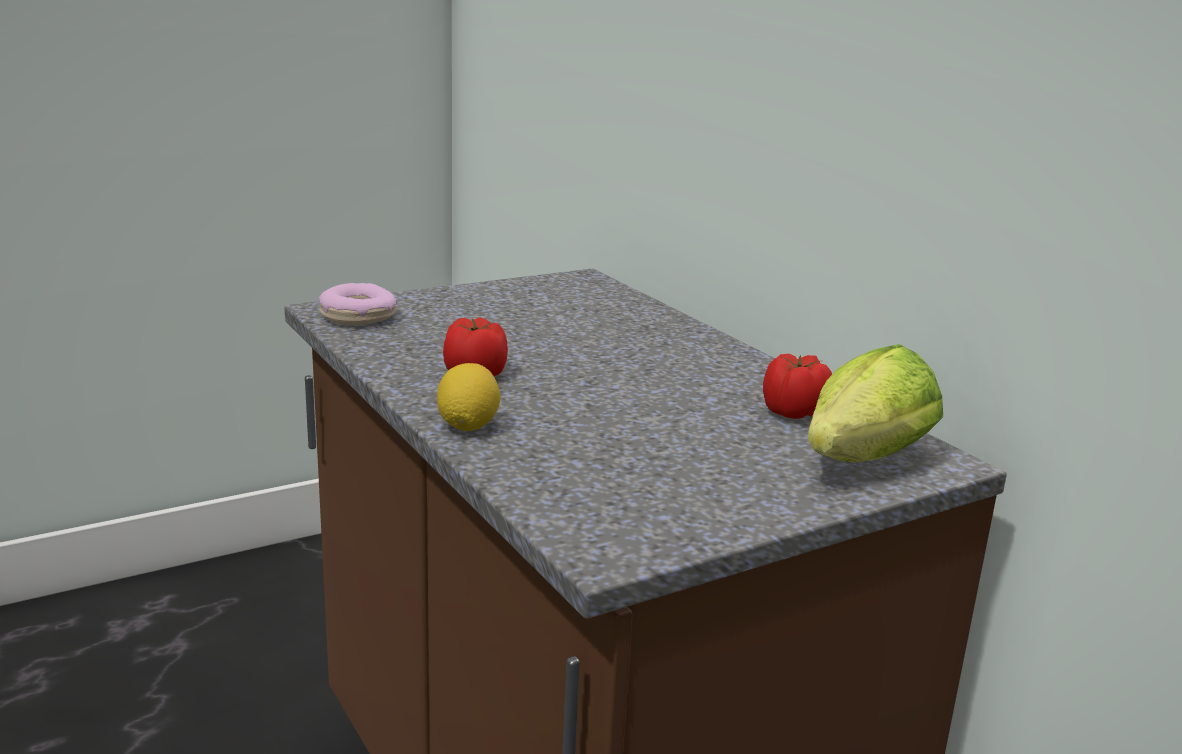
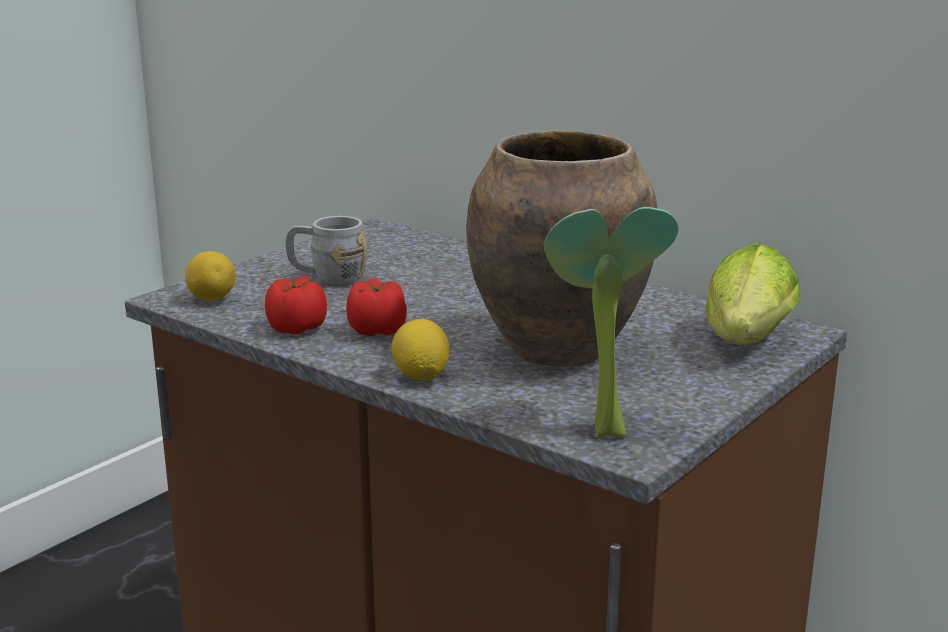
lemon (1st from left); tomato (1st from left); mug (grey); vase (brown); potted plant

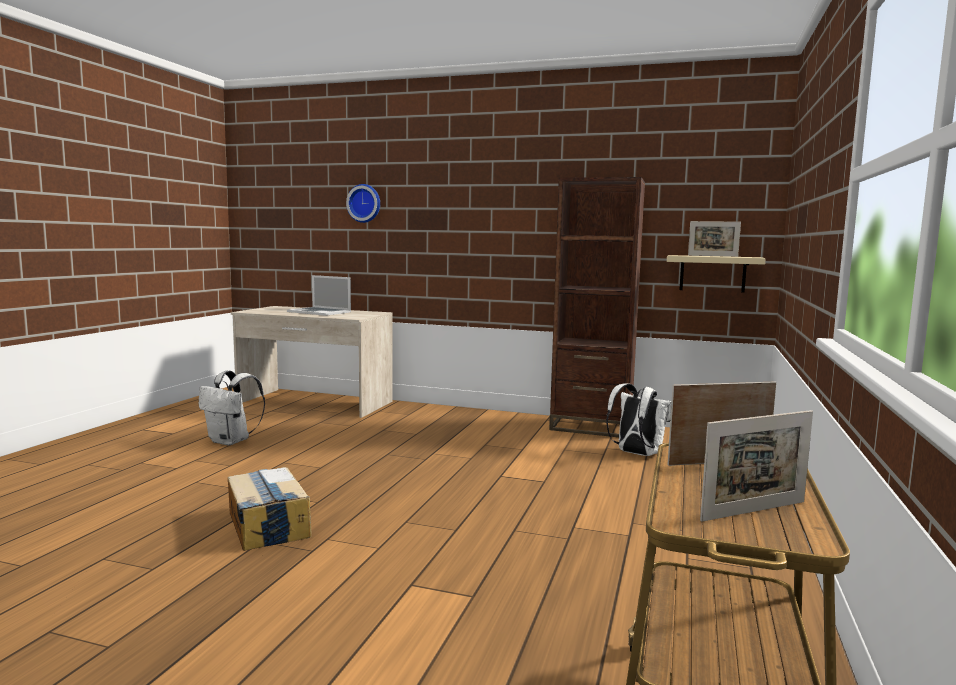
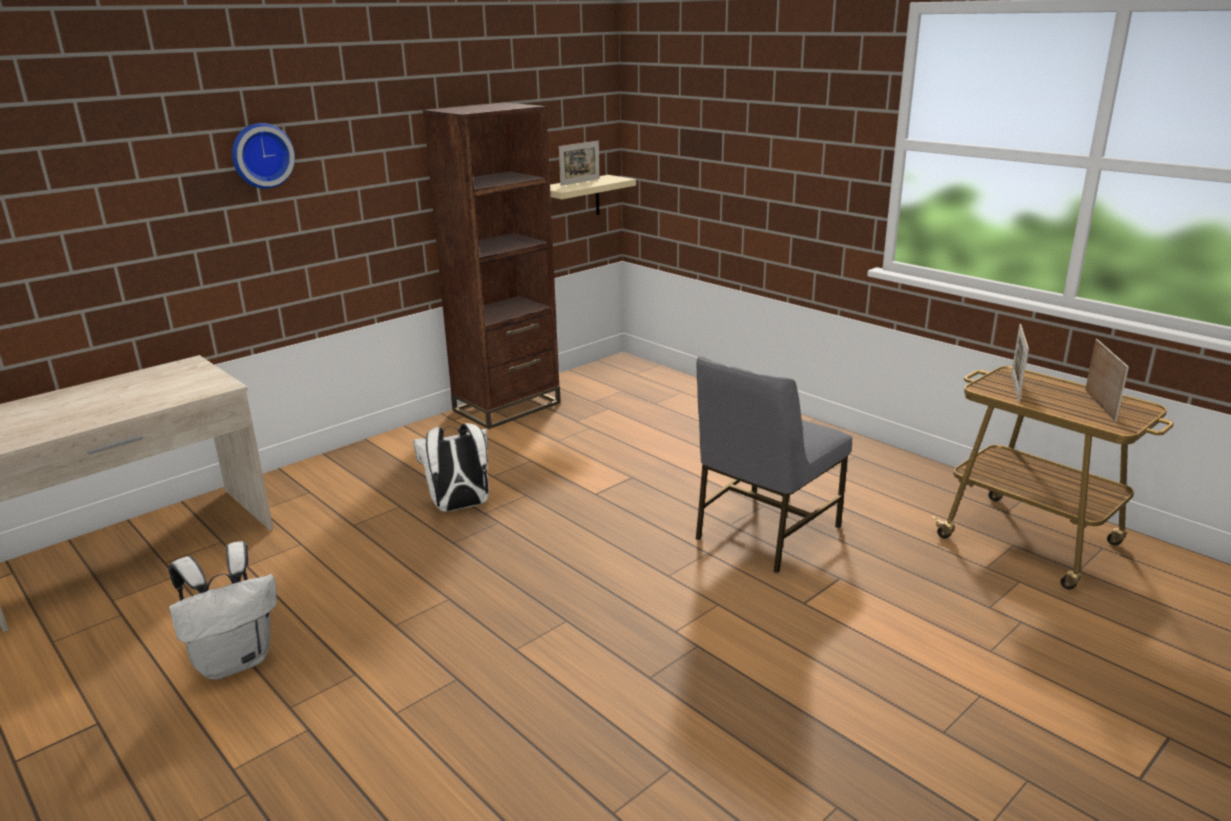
cardboard box; laptop; wall clock; backpack (white) (2nd from left); chair (grey)

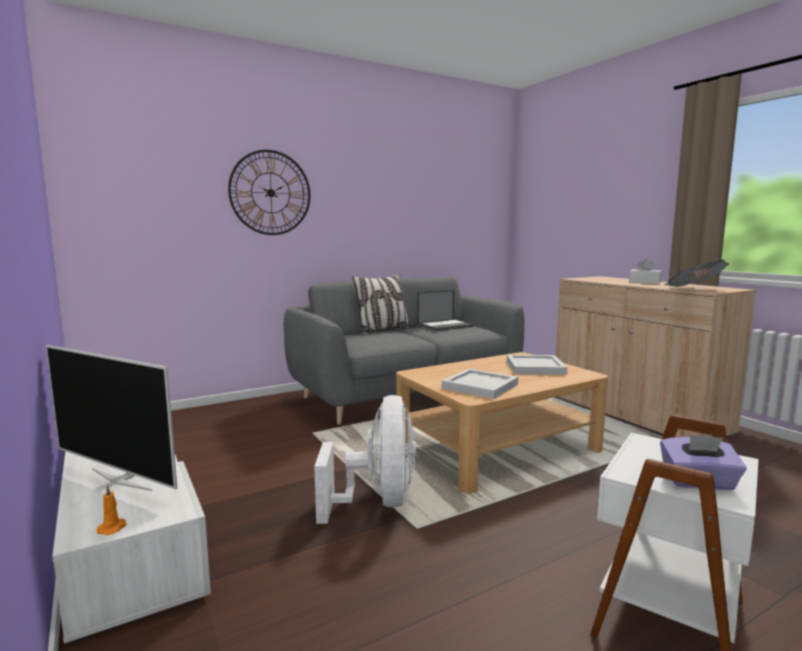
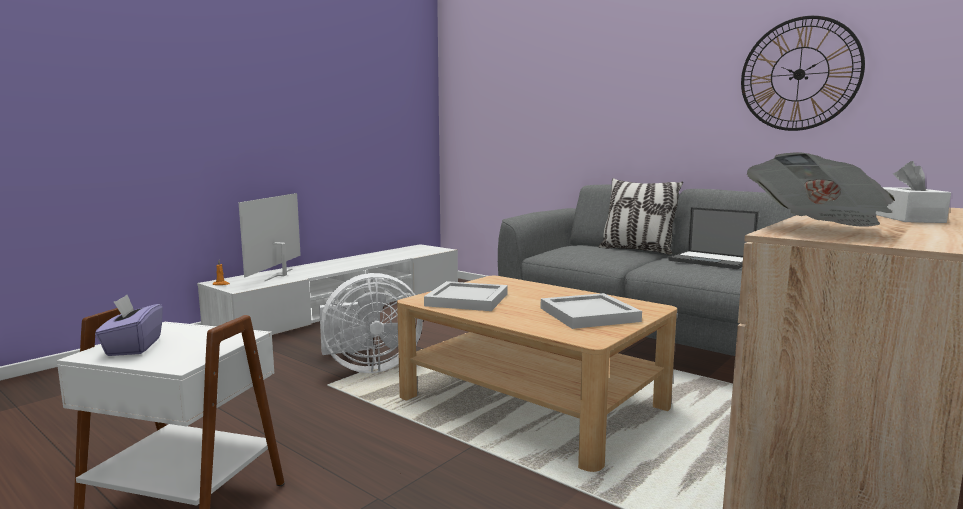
wall clock

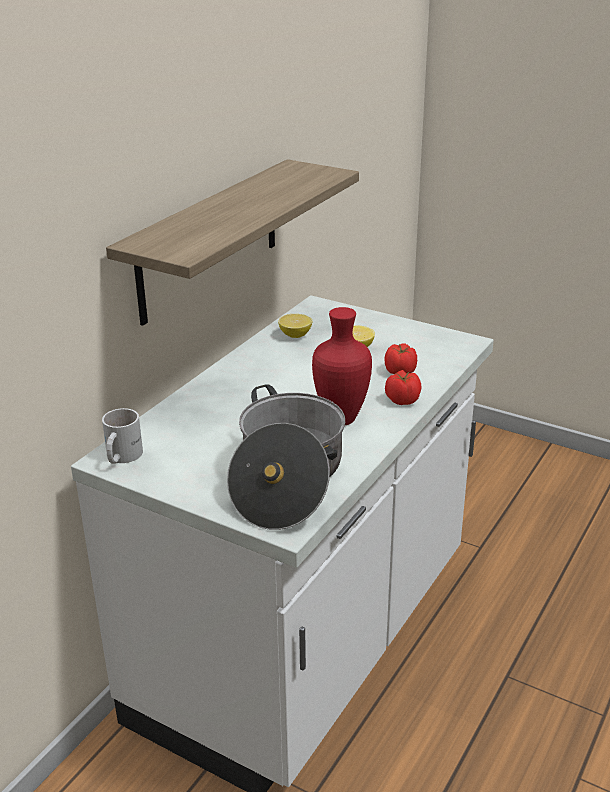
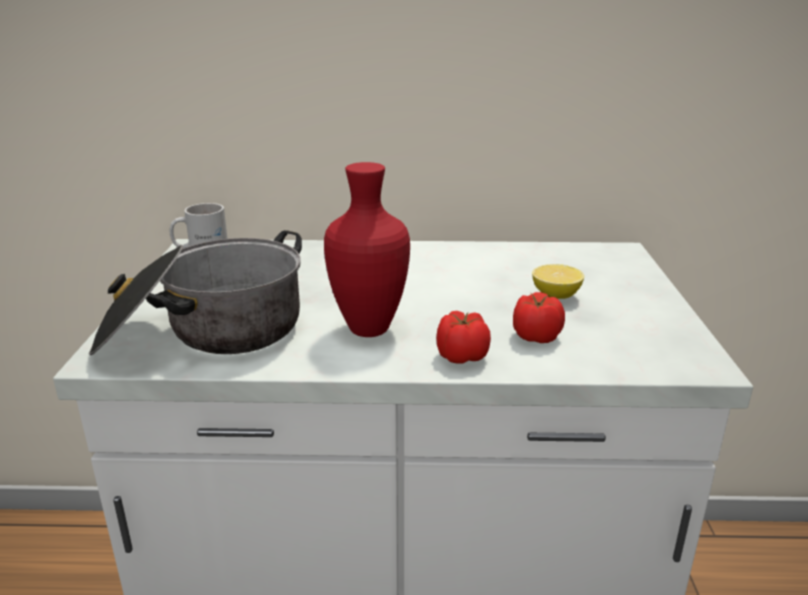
shelf; lemon (1st from left in the first image)

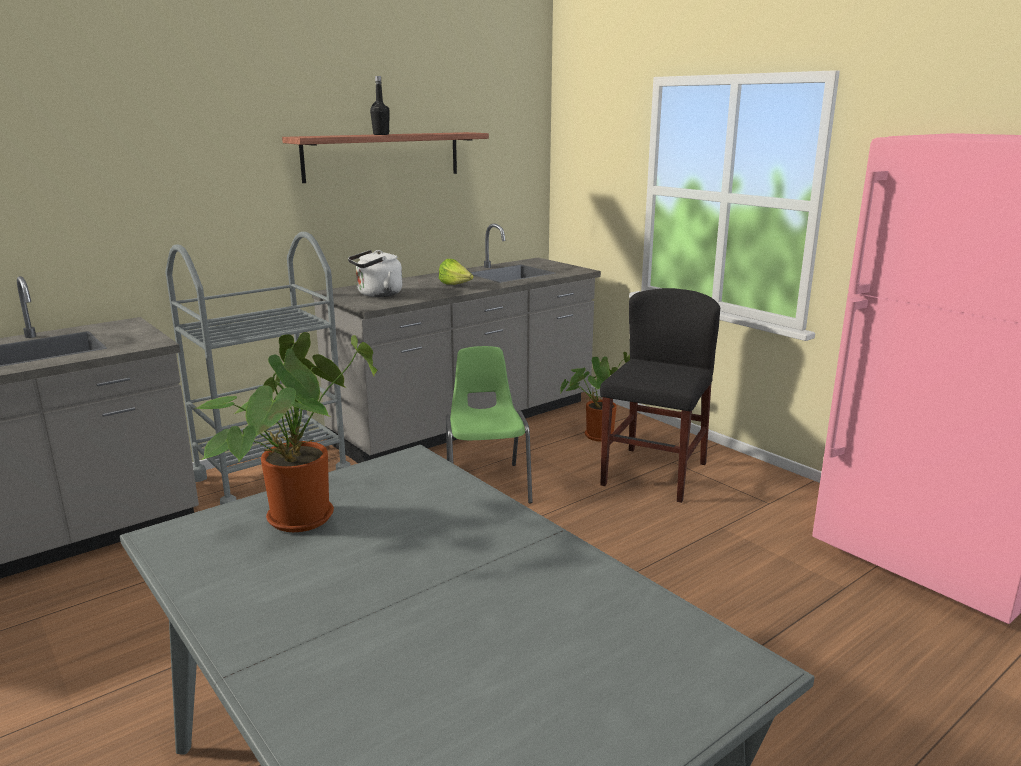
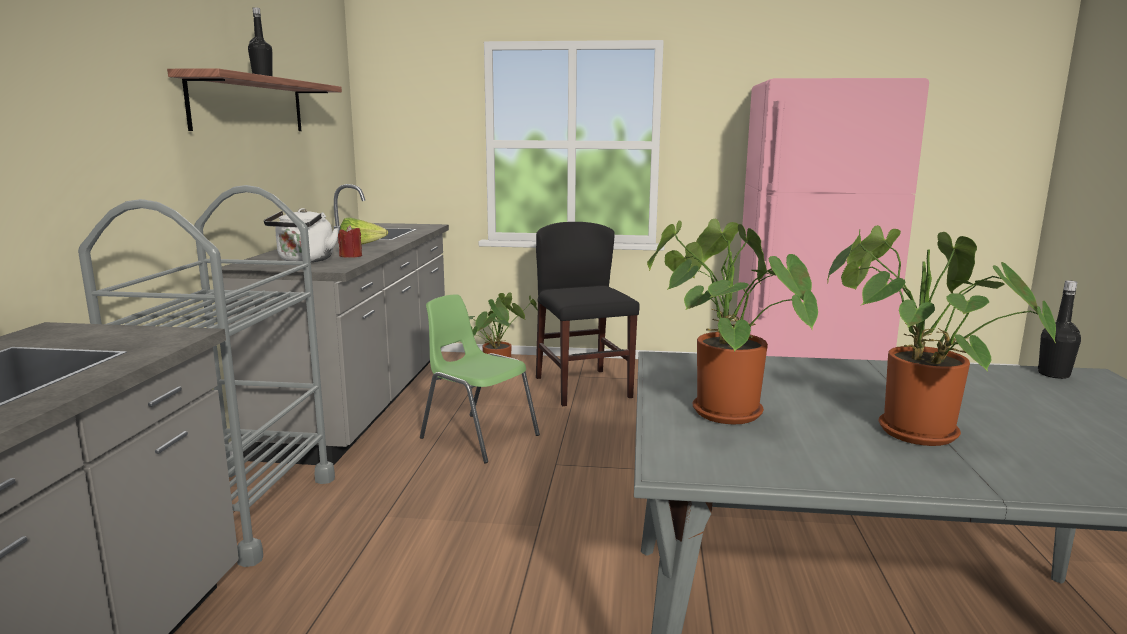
candle (red); potted plant (3rd from left); bottle (black) (2nd from left)

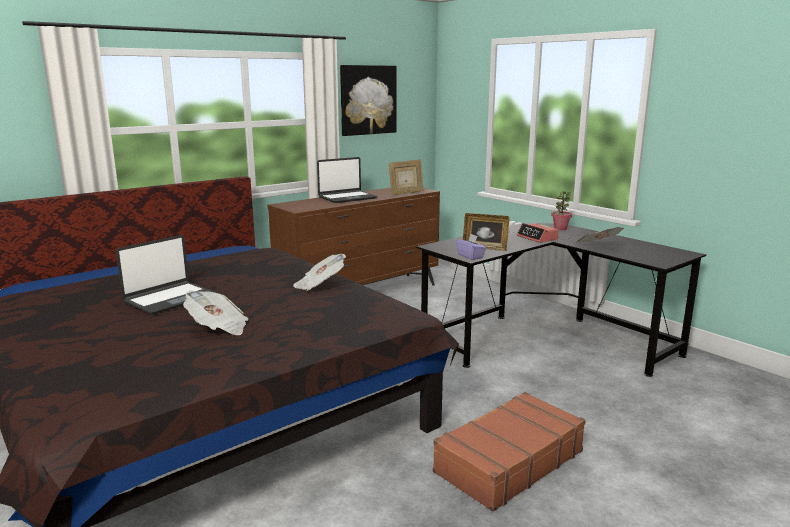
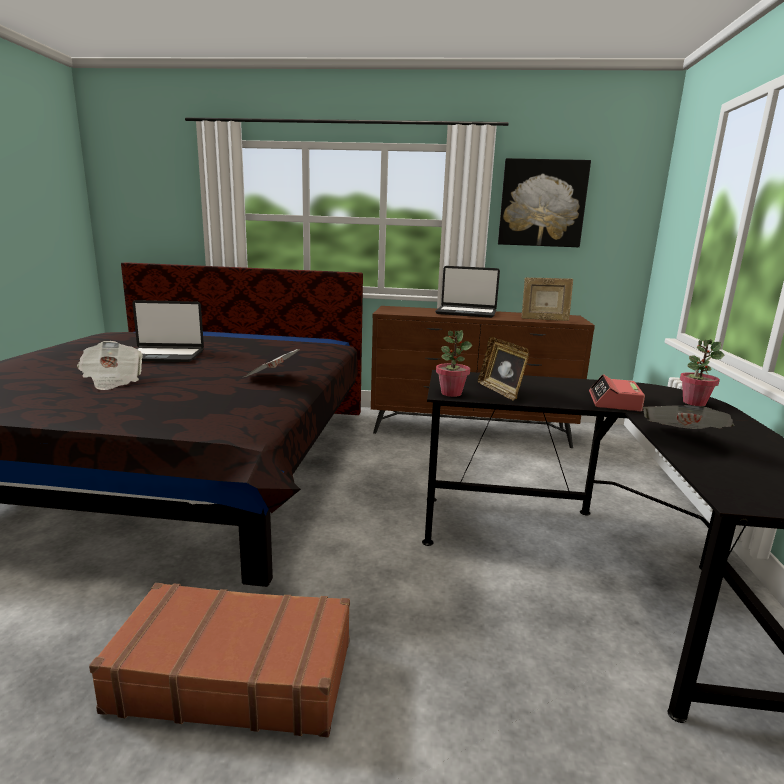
potted plant (1st from left)

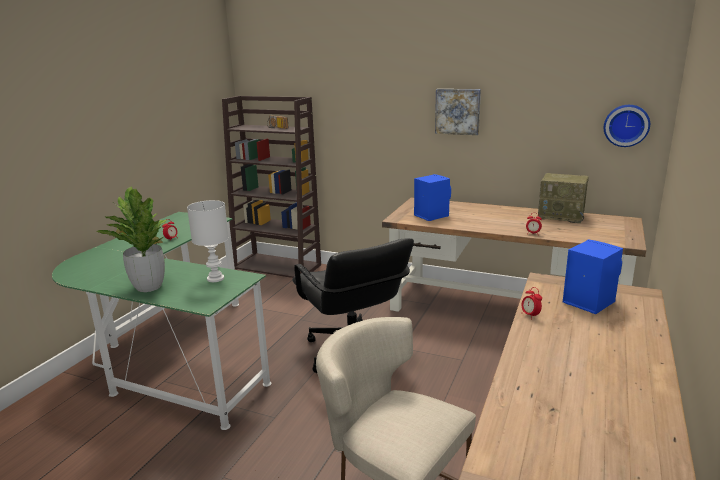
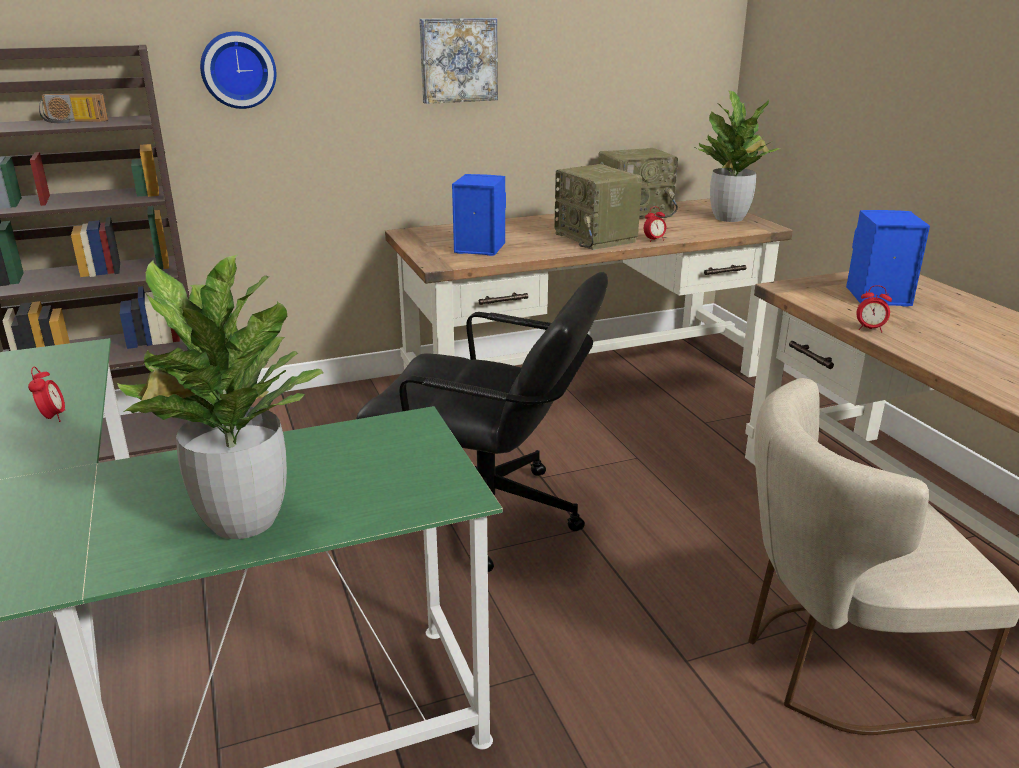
table lamp (white); wall clock; radio (2nd from left); potted plant (2nd from left)

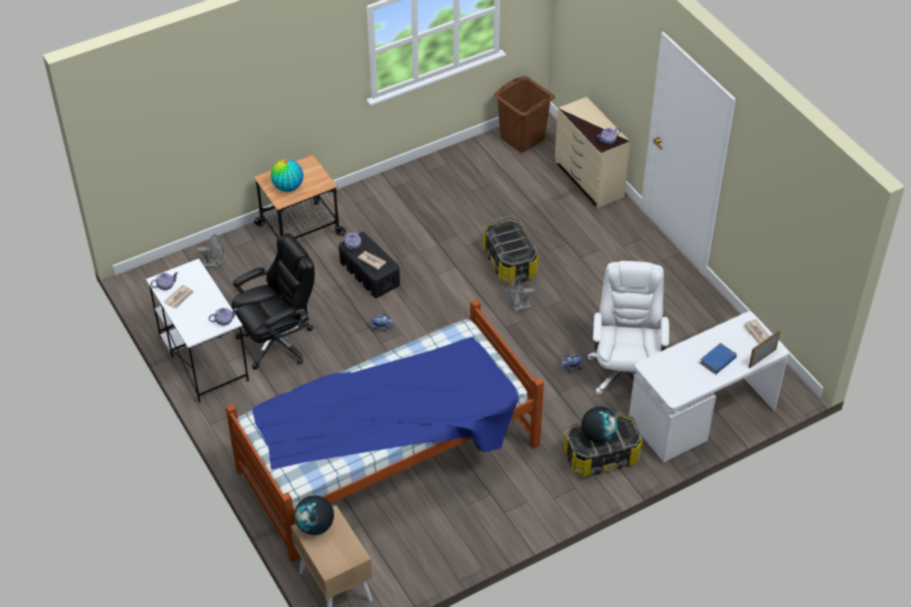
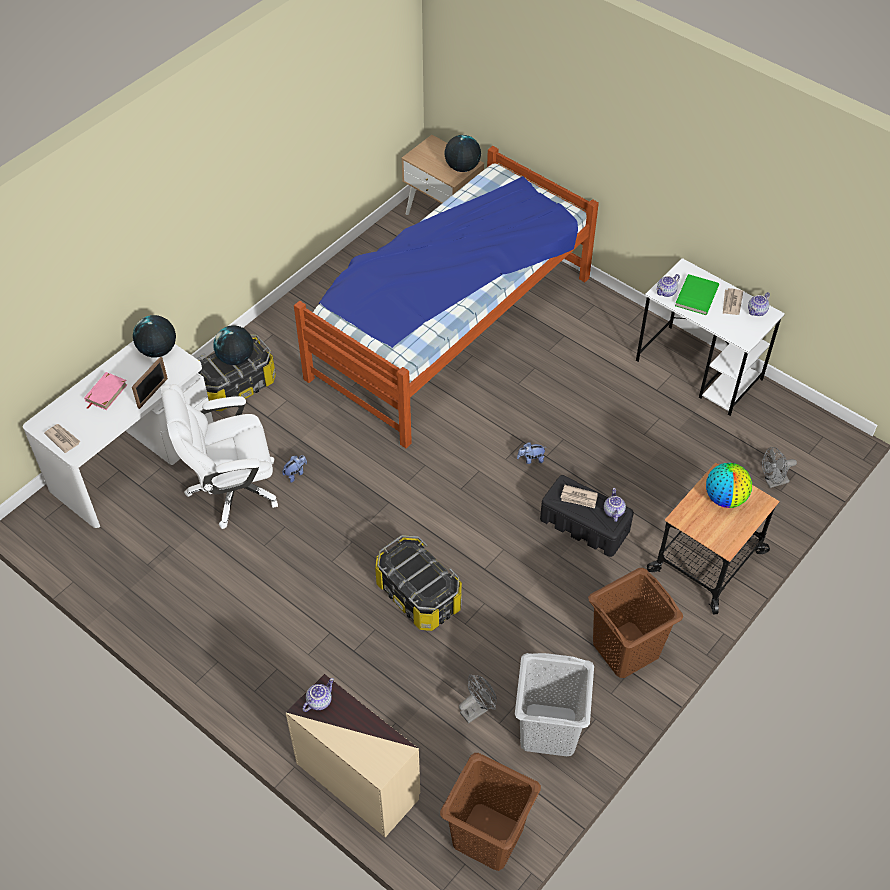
office chair (black); fan (grey) (1st from left); office chair (white); book (pink); picture frame; globe (1st from left); laundry basket (grey); laundry basket (brown) (2nd from left); book (green)

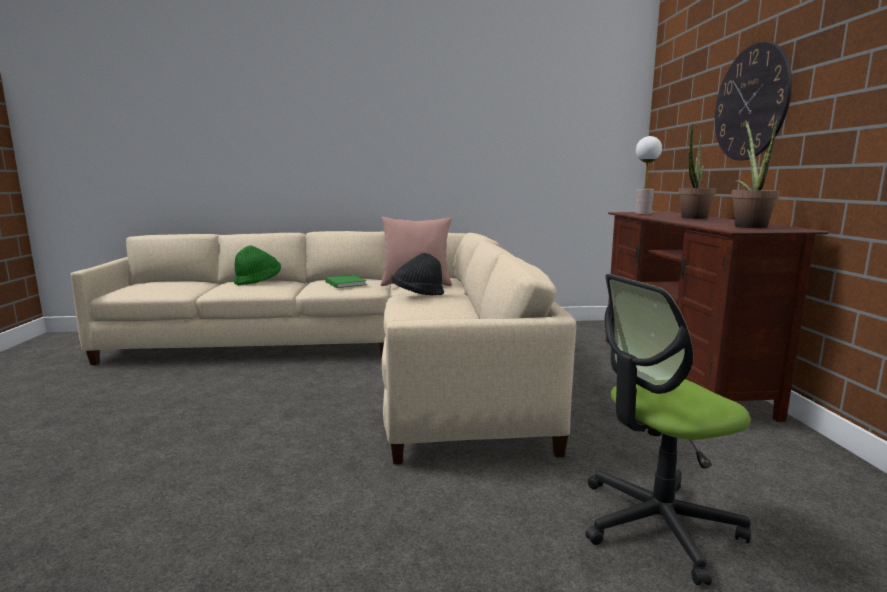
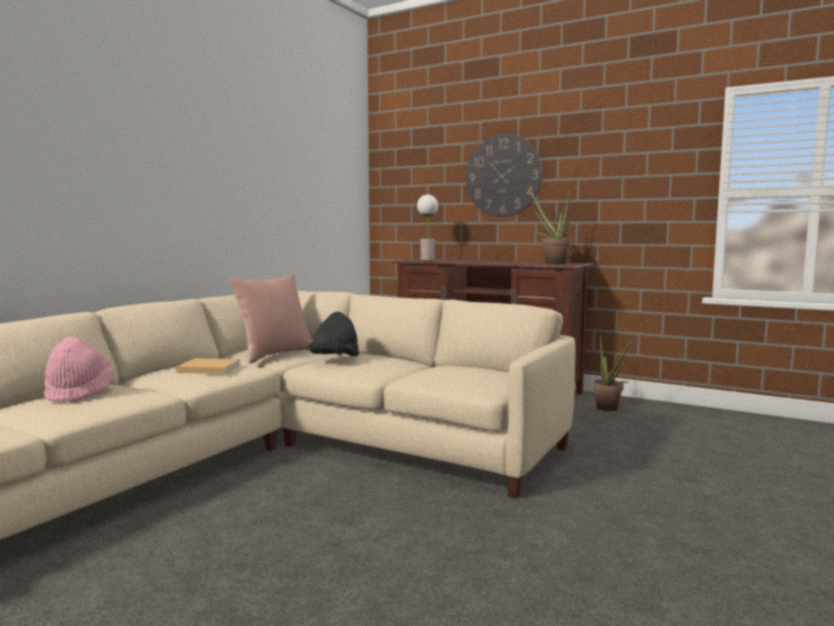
hat (pink); book (beige); office chair; potted plant (2nd from left)

